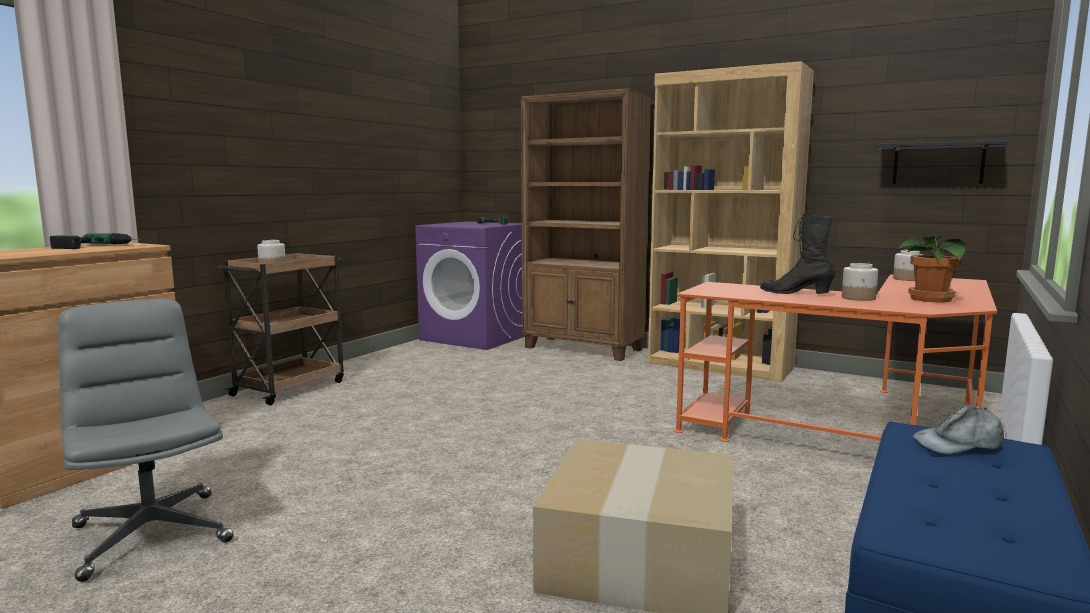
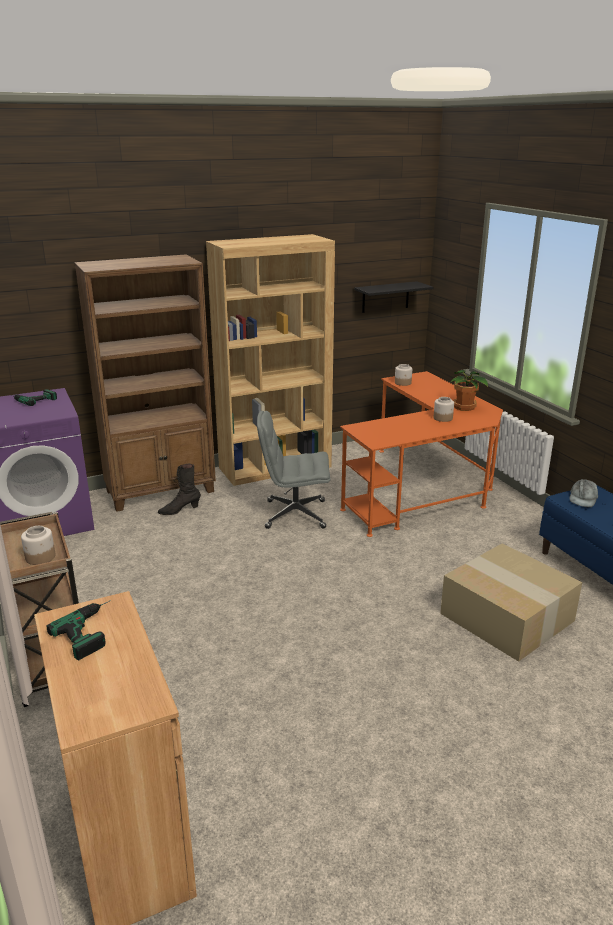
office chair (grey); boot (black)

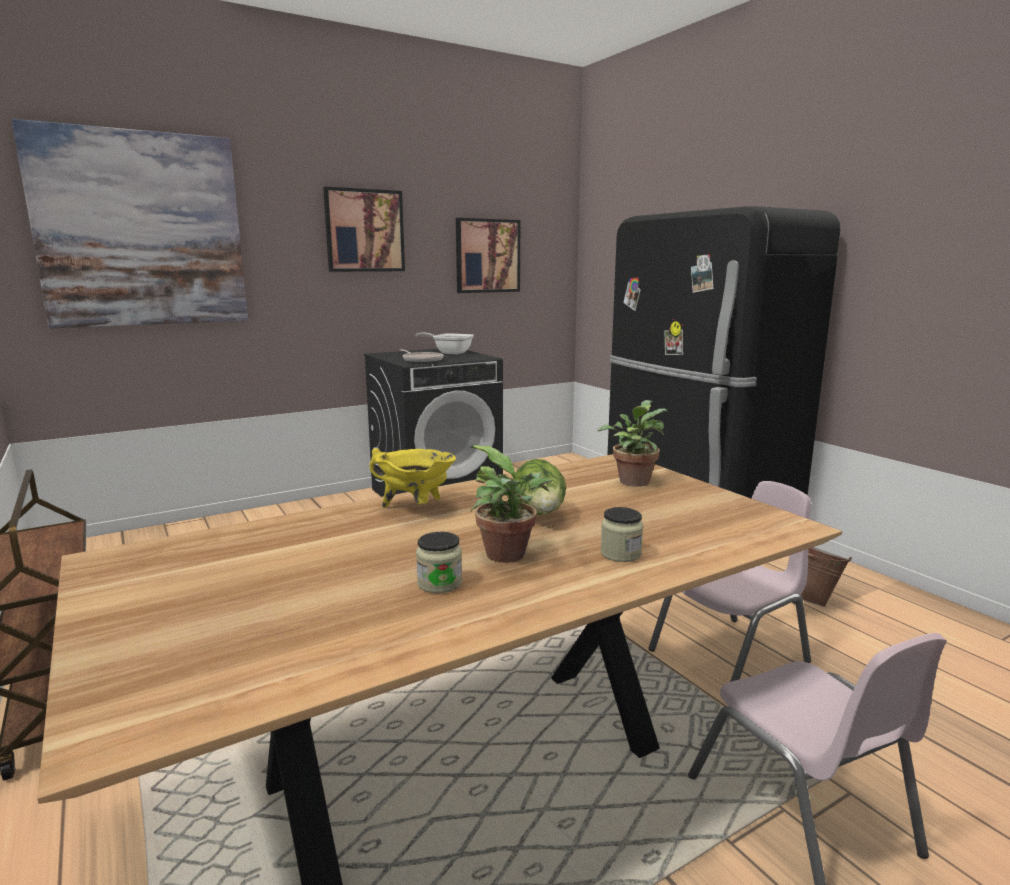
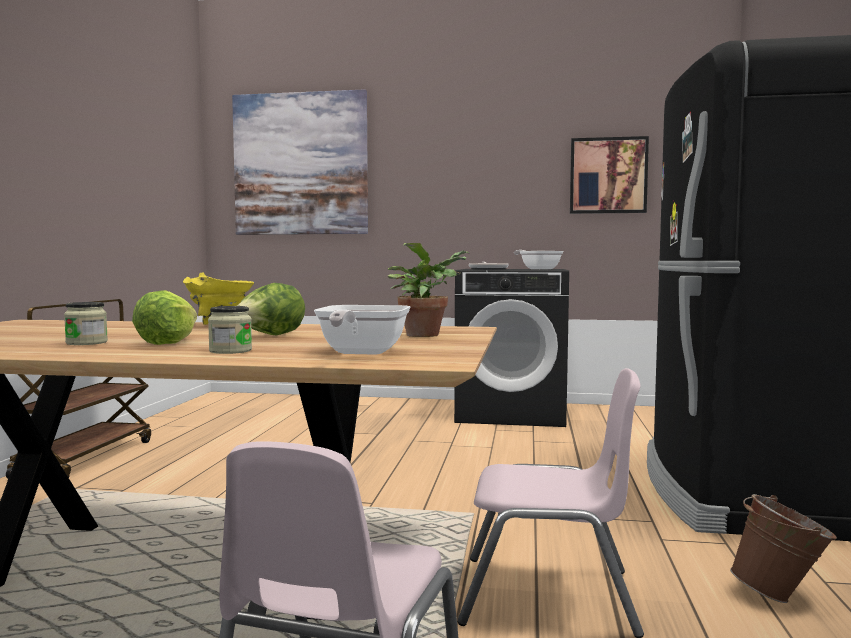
picture (2nd from left in the first image); lettuce (1st from left); frying pan (1st from left)

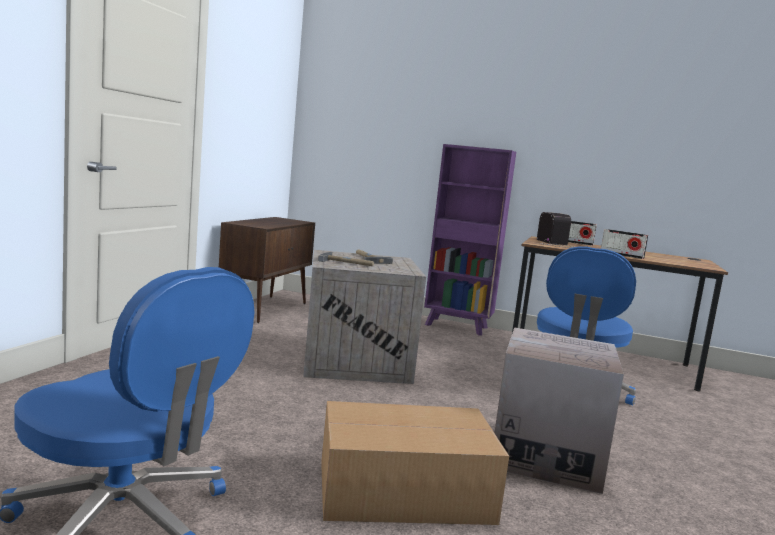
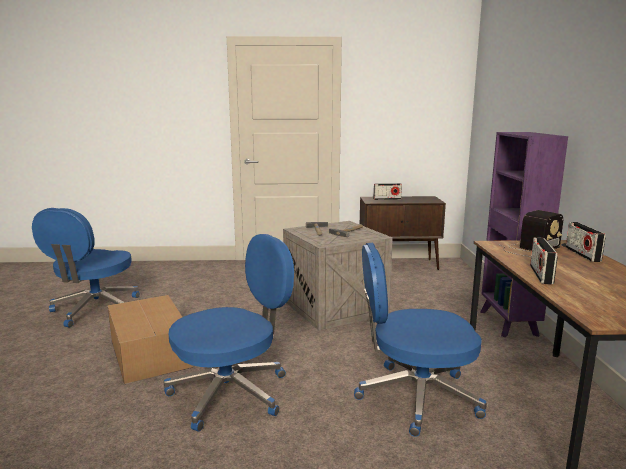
office chair (blue) (2nd from left); radio (1st from left)

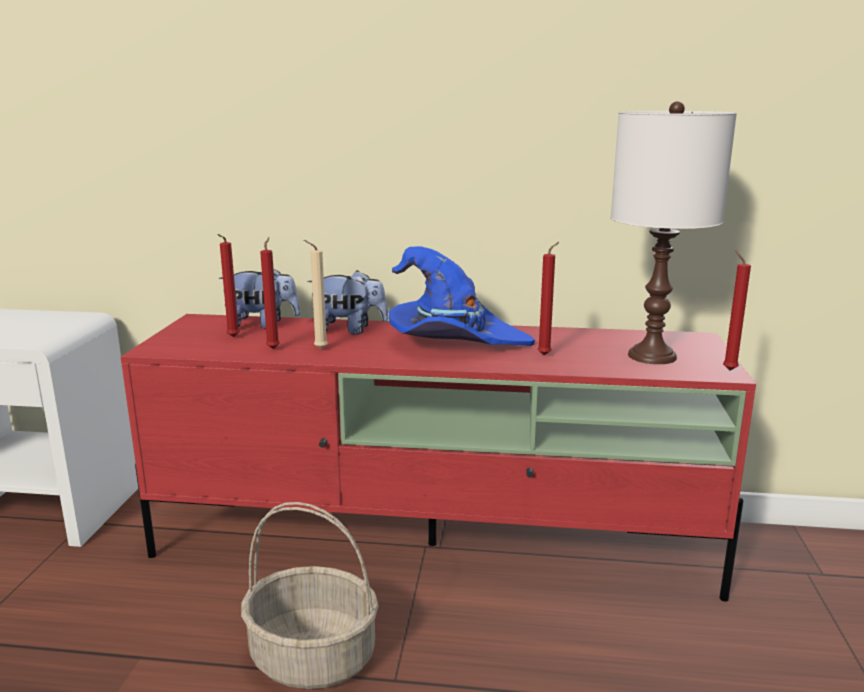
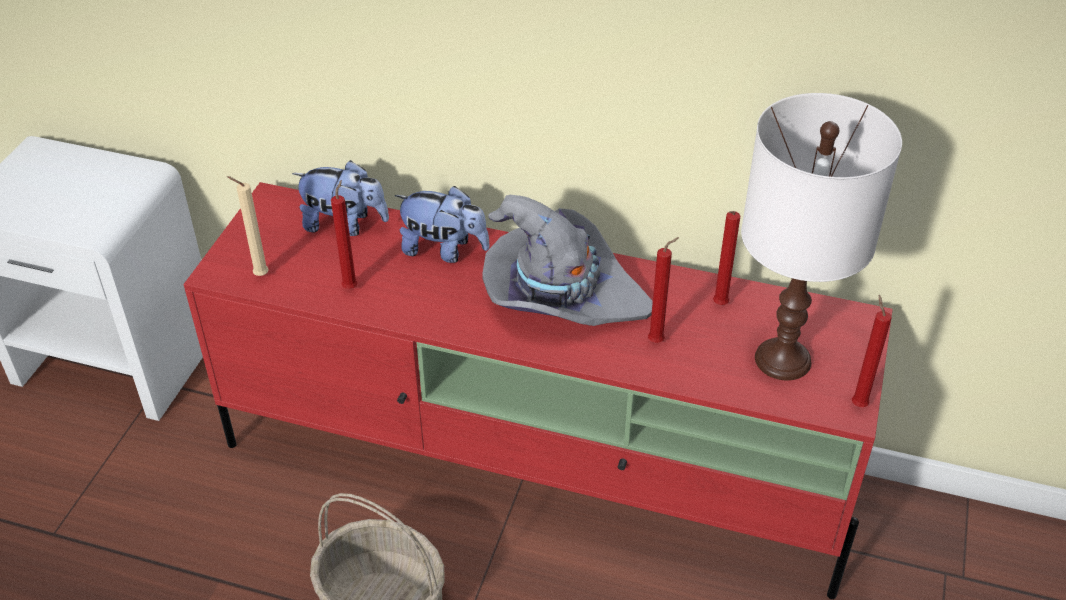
candle (red) (3rd from left); candle (beige); hat (grey)

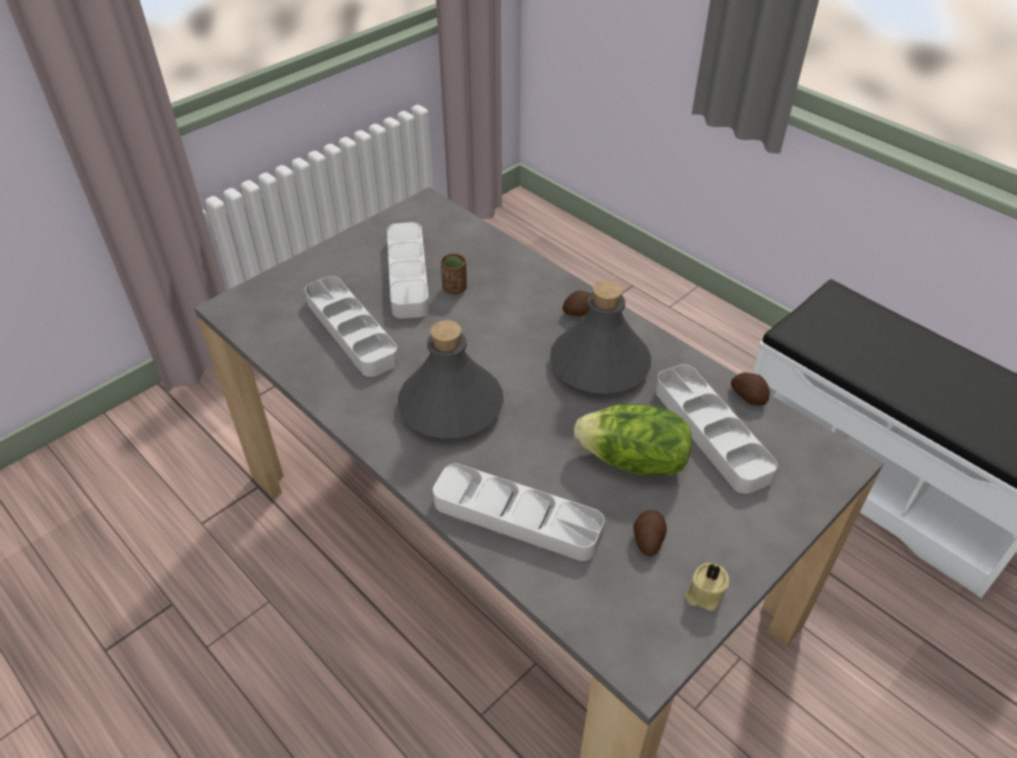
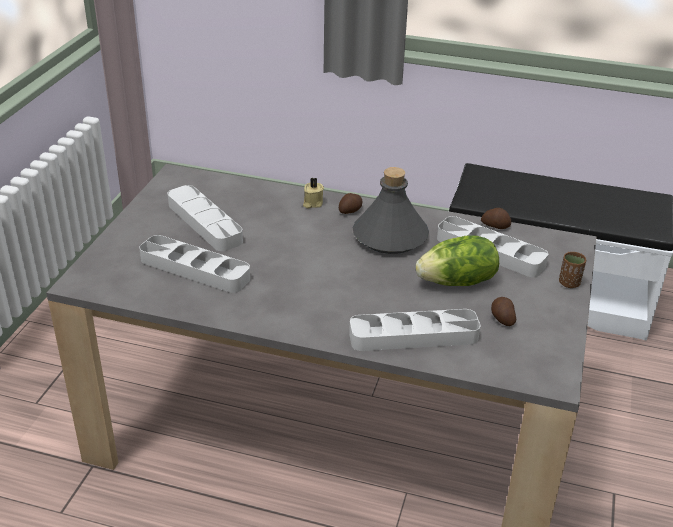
bottle (grey) (1st from left in the first image); cup (brown); candle (beige)

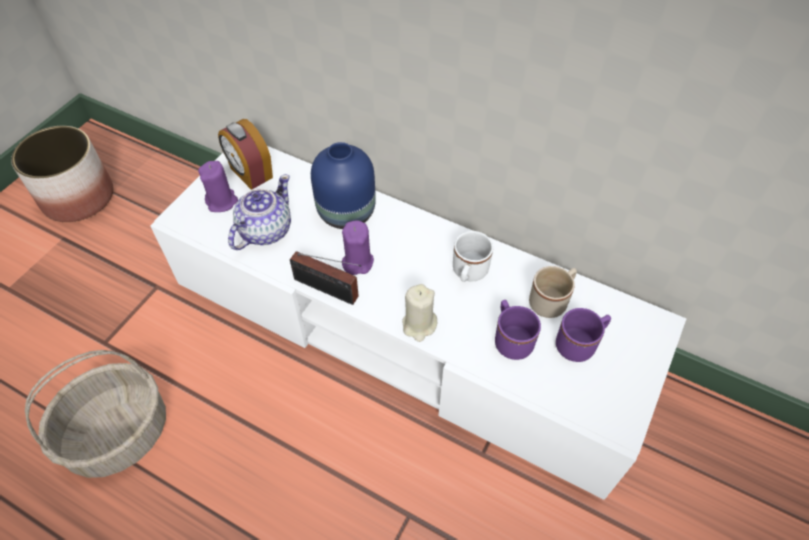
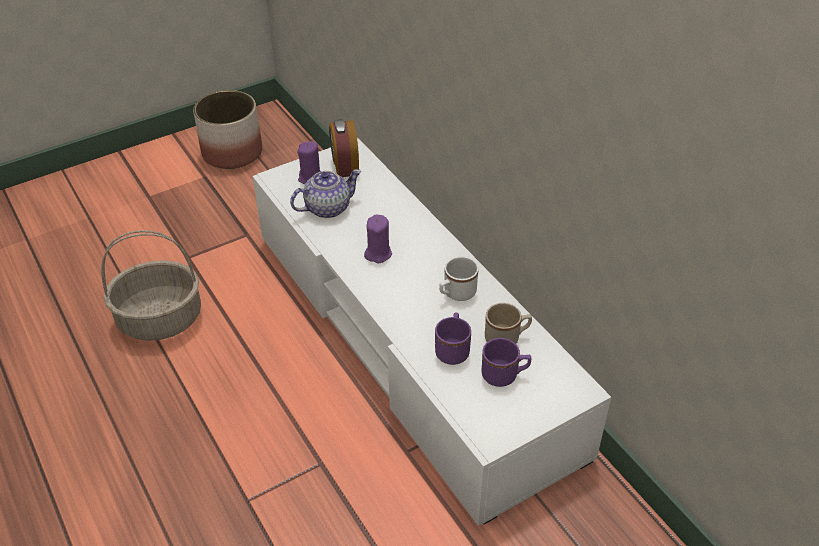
radio; vase (blue); candle (beige)

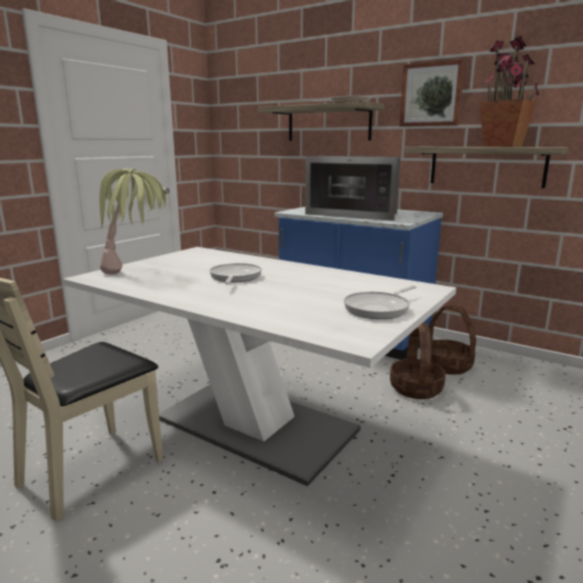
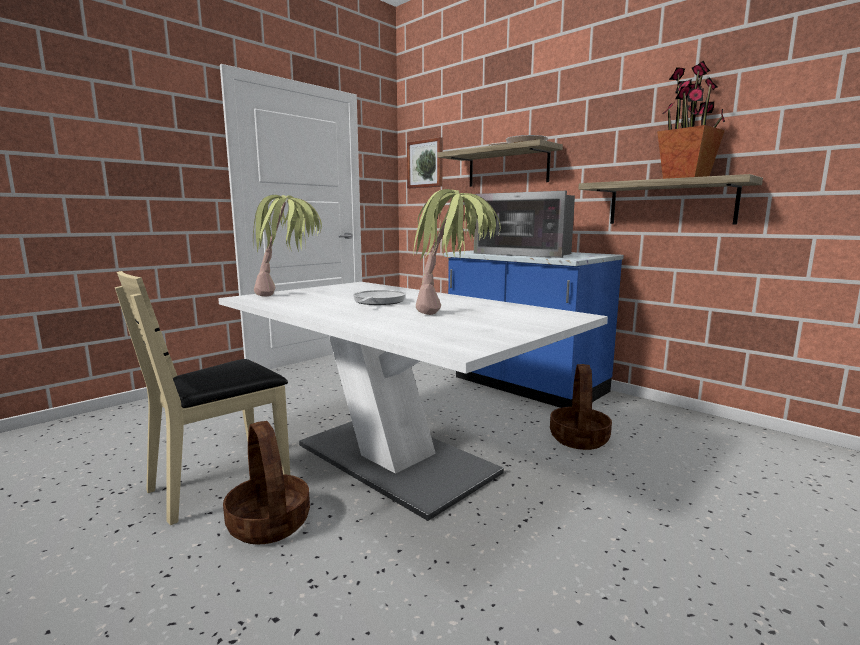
frying pan (3rd from left in the first image); picture; basket (1st from left); potted plant (2nd from left)

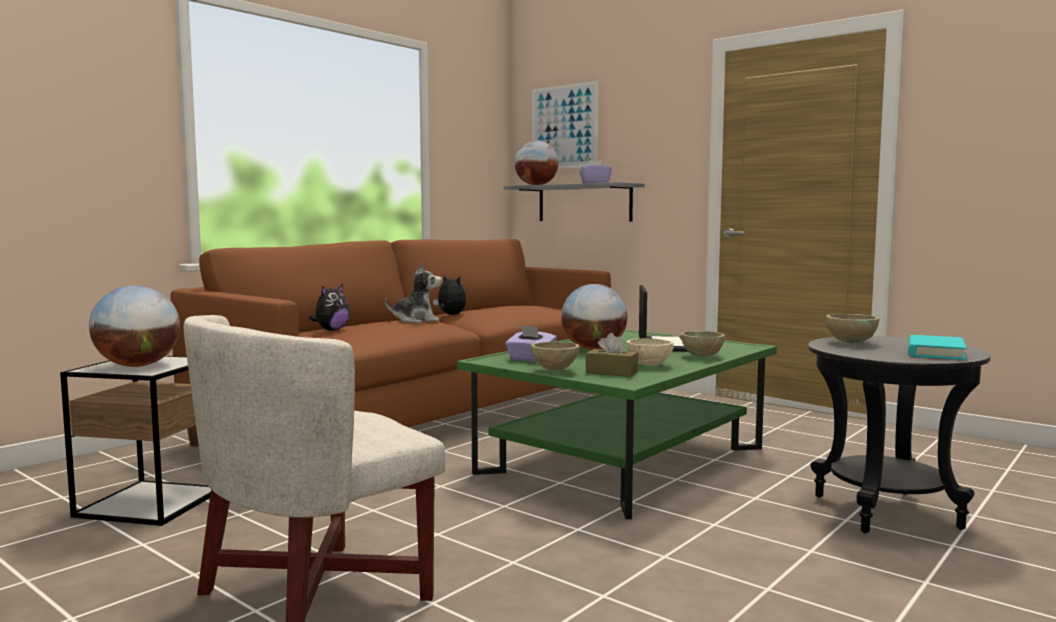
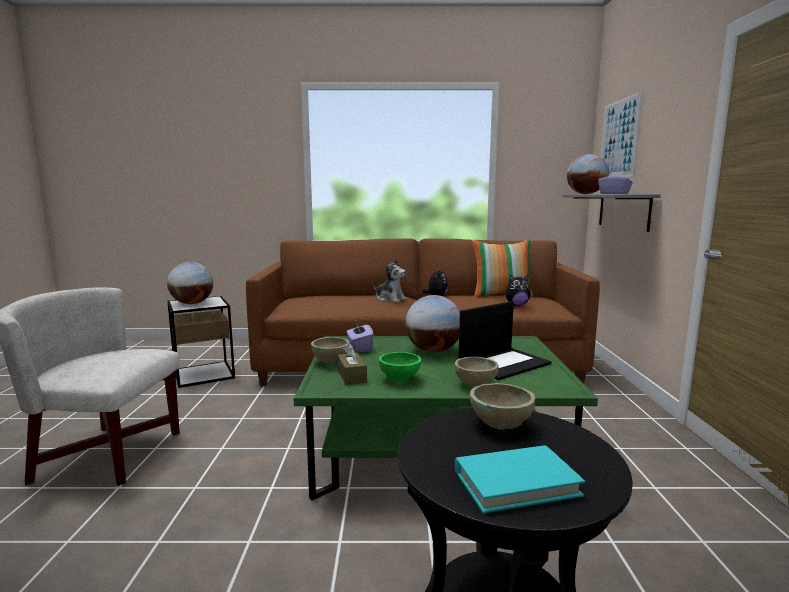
plush toy (3rd from left); bowl (green); pillow

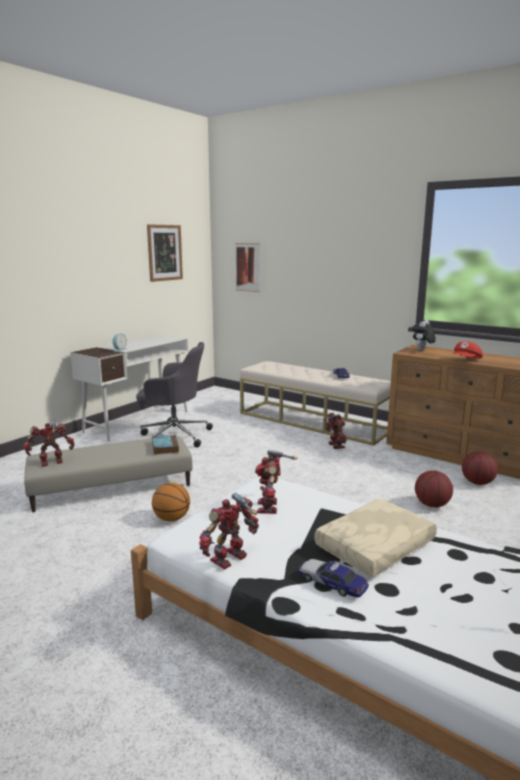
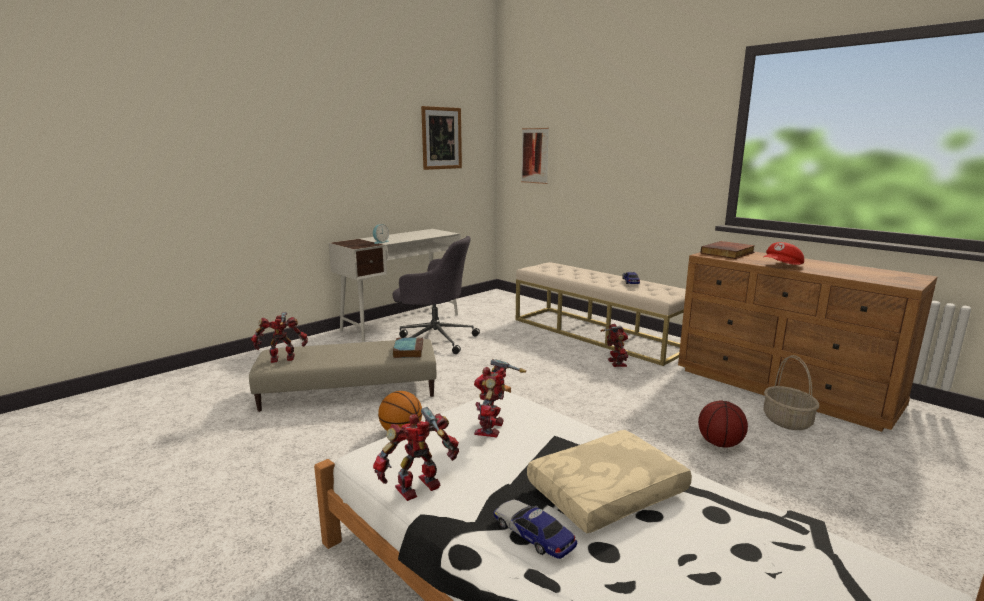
book (2nd from left); basket

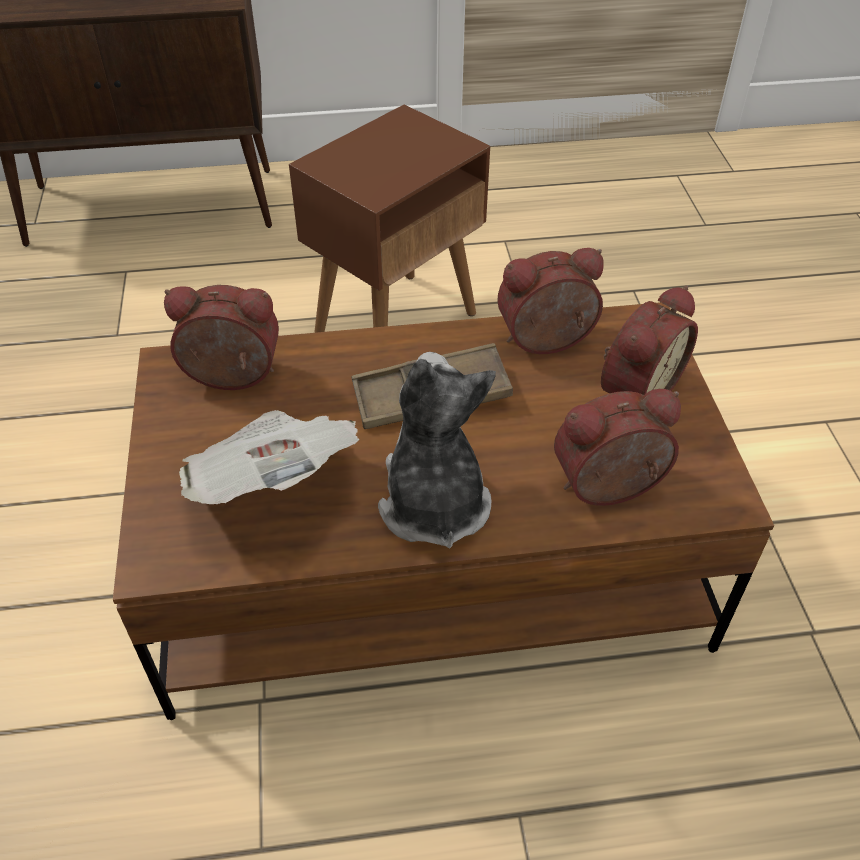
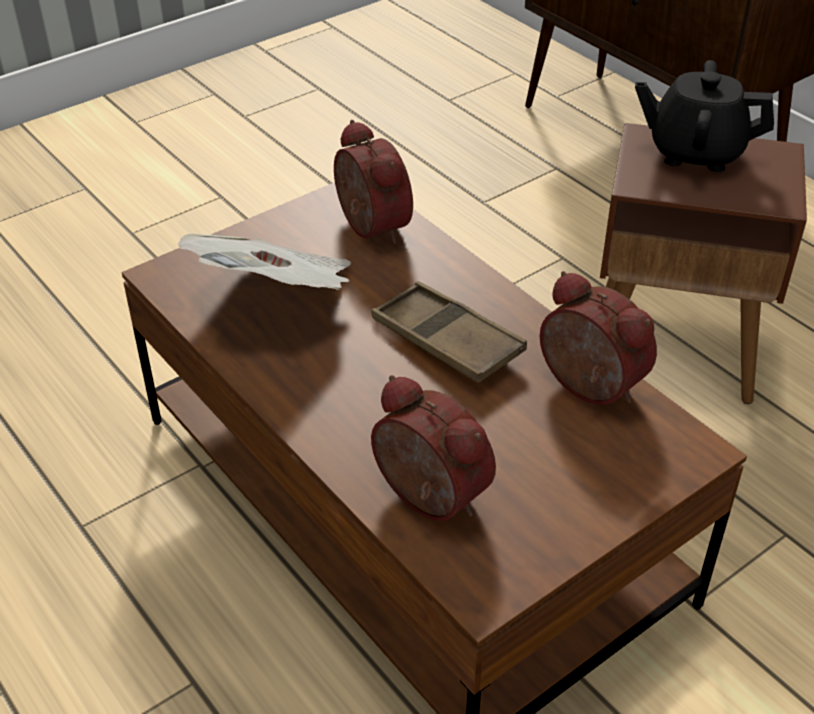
plush toy; alarm clock (4th from left in the first image); teapot (black)

